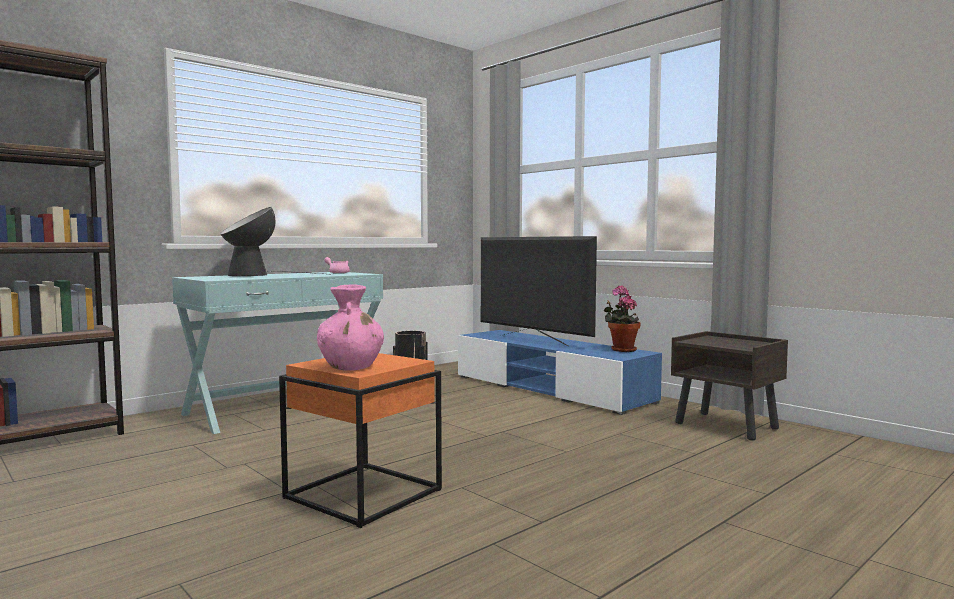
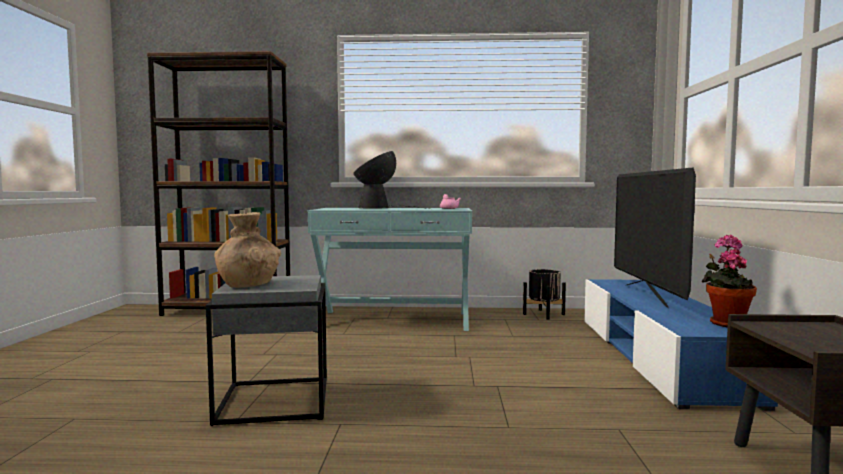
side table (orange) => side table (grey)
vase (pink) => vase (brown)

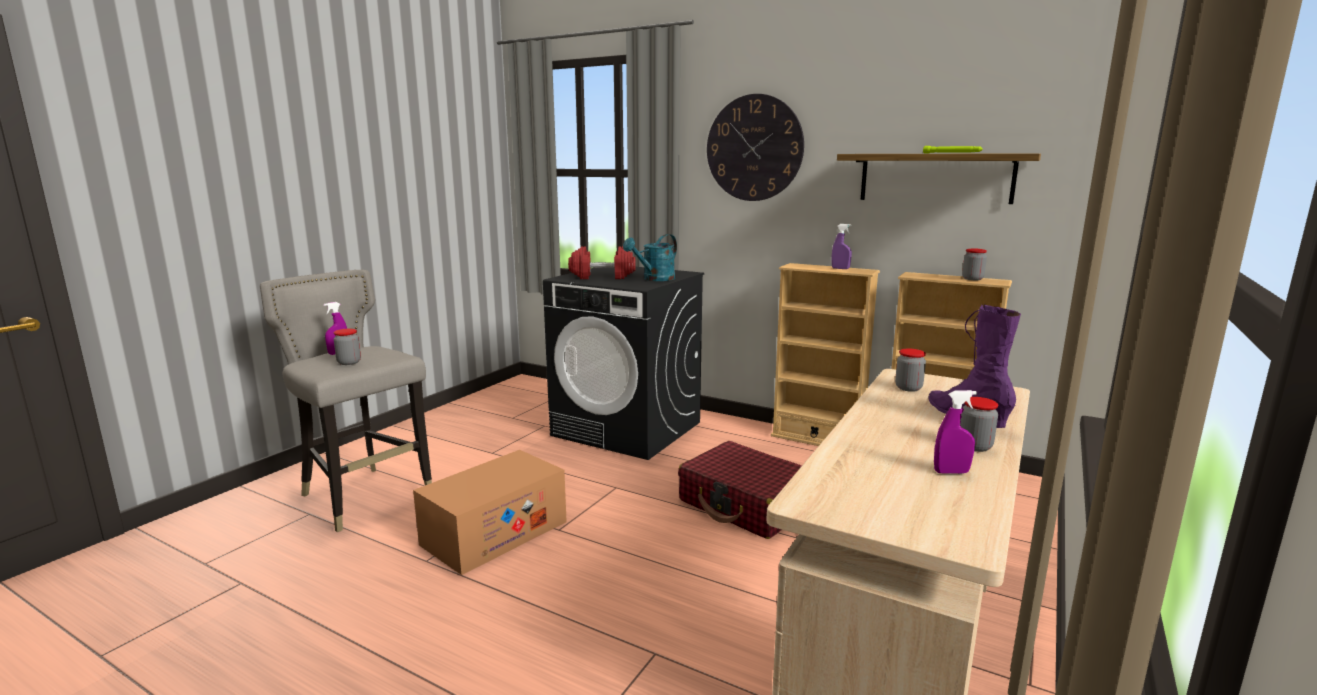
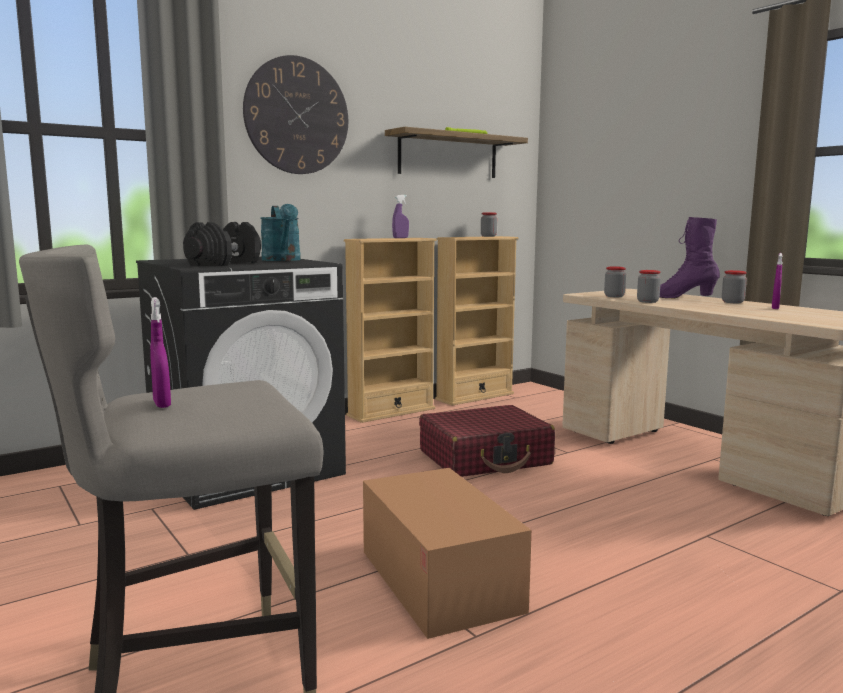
jar (1st from left in the first image) => jar (3rd from left), move
dumbbell (red) => dumbbell (black)

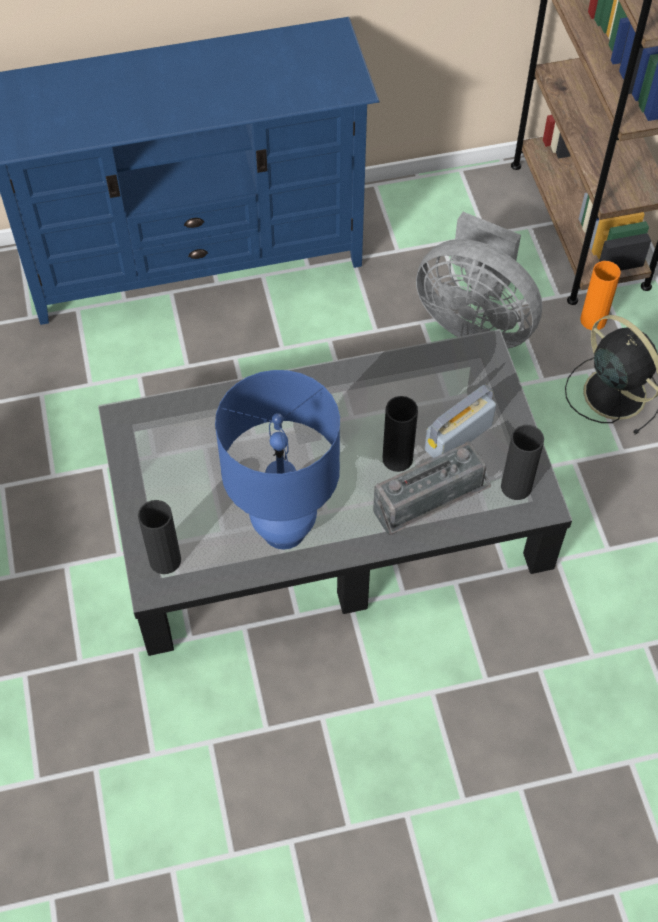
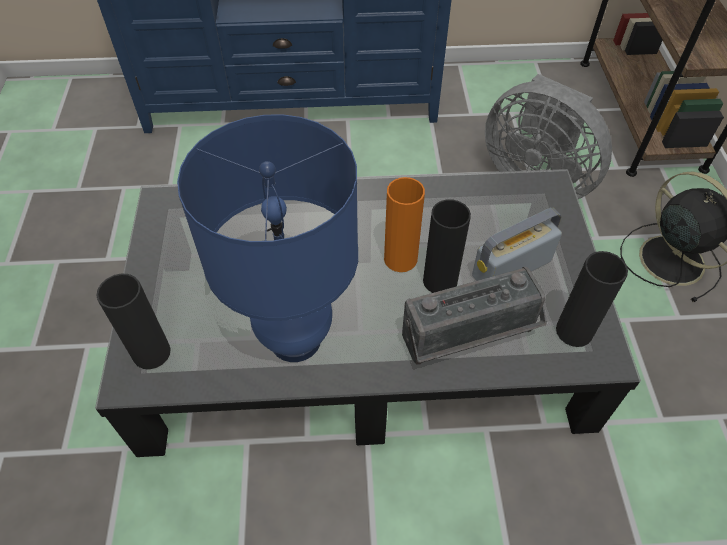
vase (orange), move

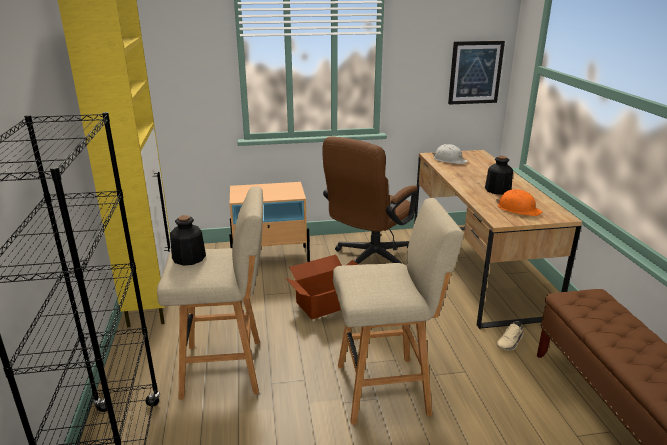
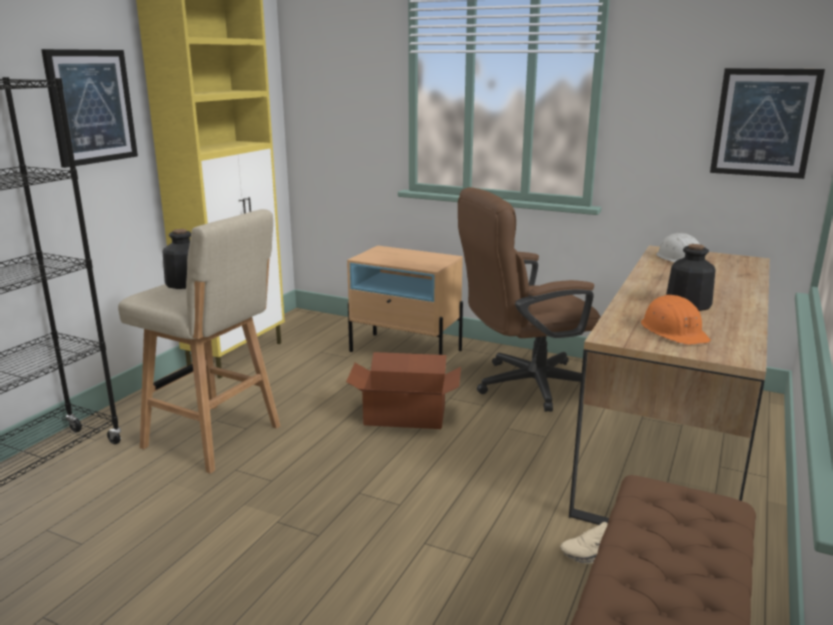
stool (beige) (2nd from left) => nothing
nothing => picture (1st from left)

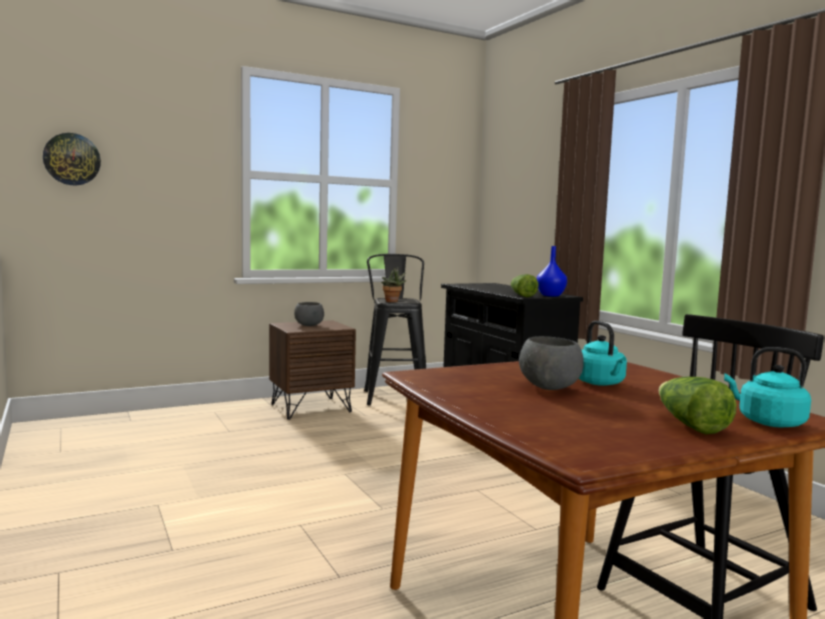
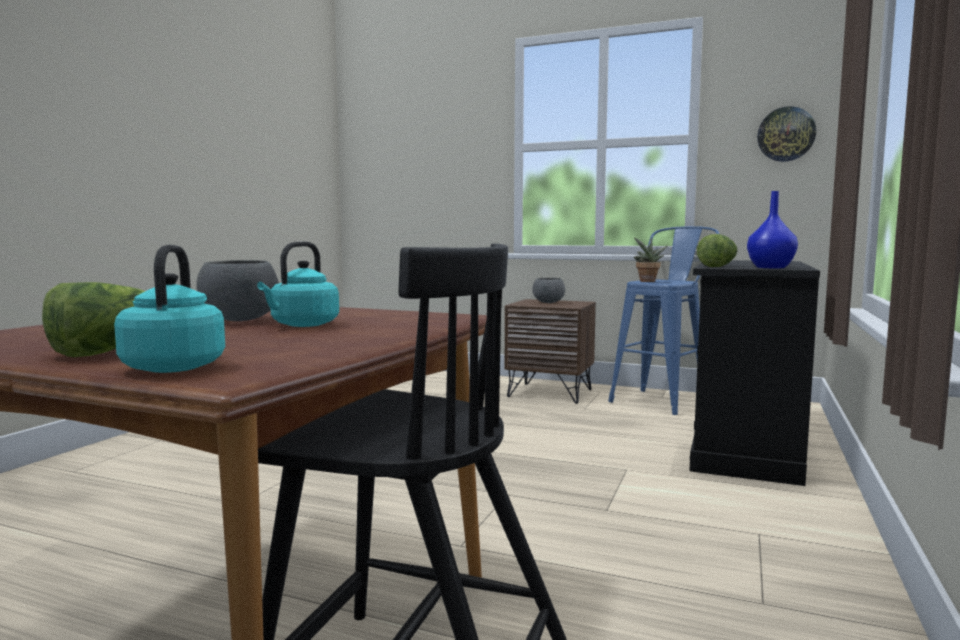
wall clock, move
stool (black) => stool (blue)

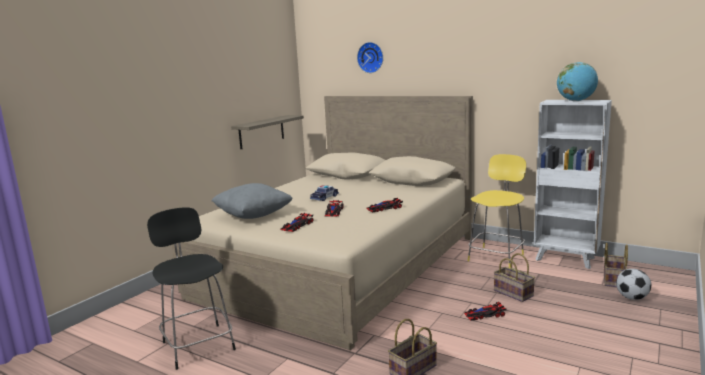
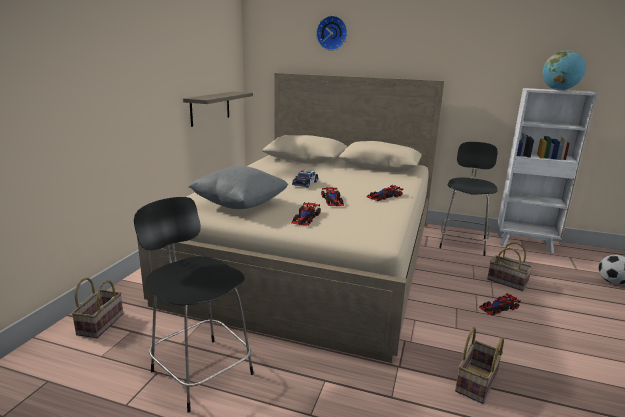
stool (yellow) => stool (black) (2nd from left)
basket (3rd from left in the first image) => basket (1st from left), move

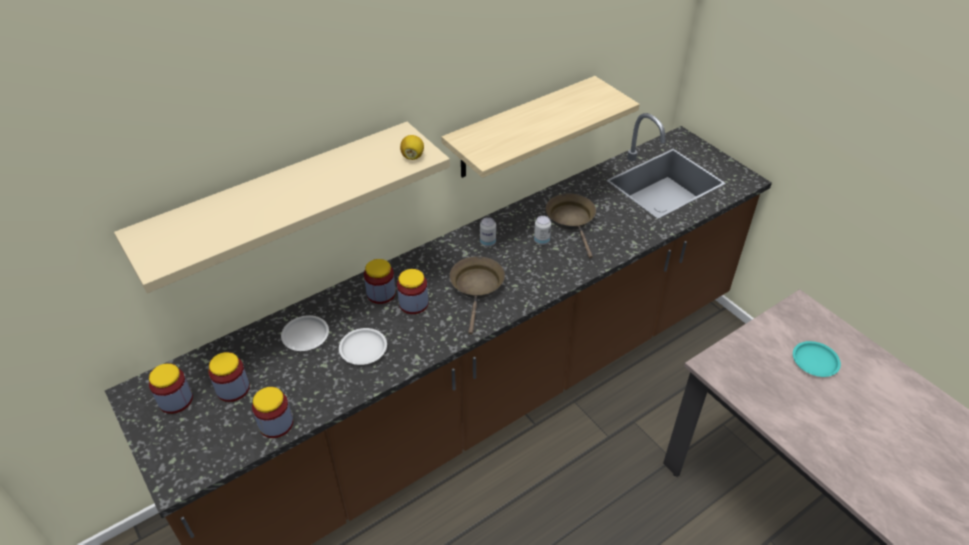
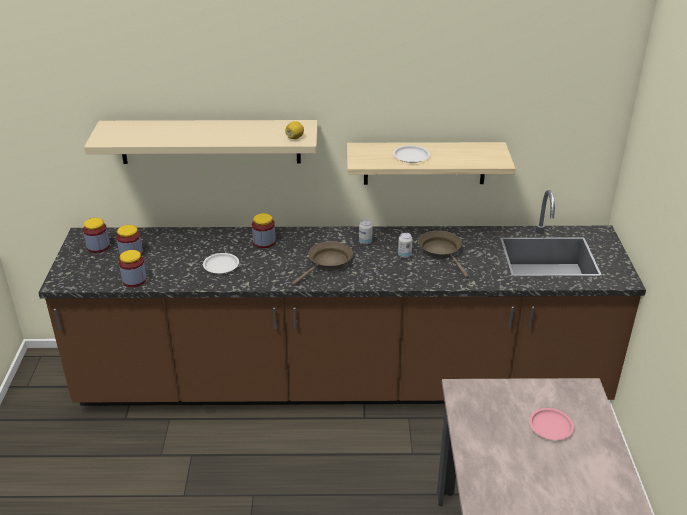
plate (white) (1st from left in the first image) => plate (white) (2nd from left), move
jar (5th from left) => nothing
frying pan (brown) (2nd from left), 45 degrees counterclockwise
plate (turquoise) => plate (pink)

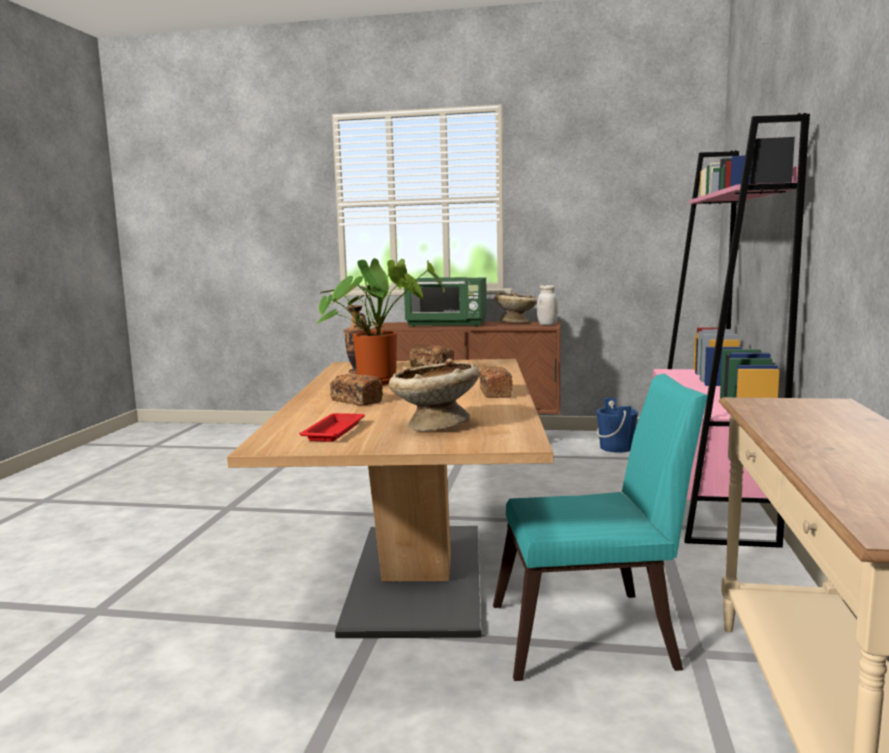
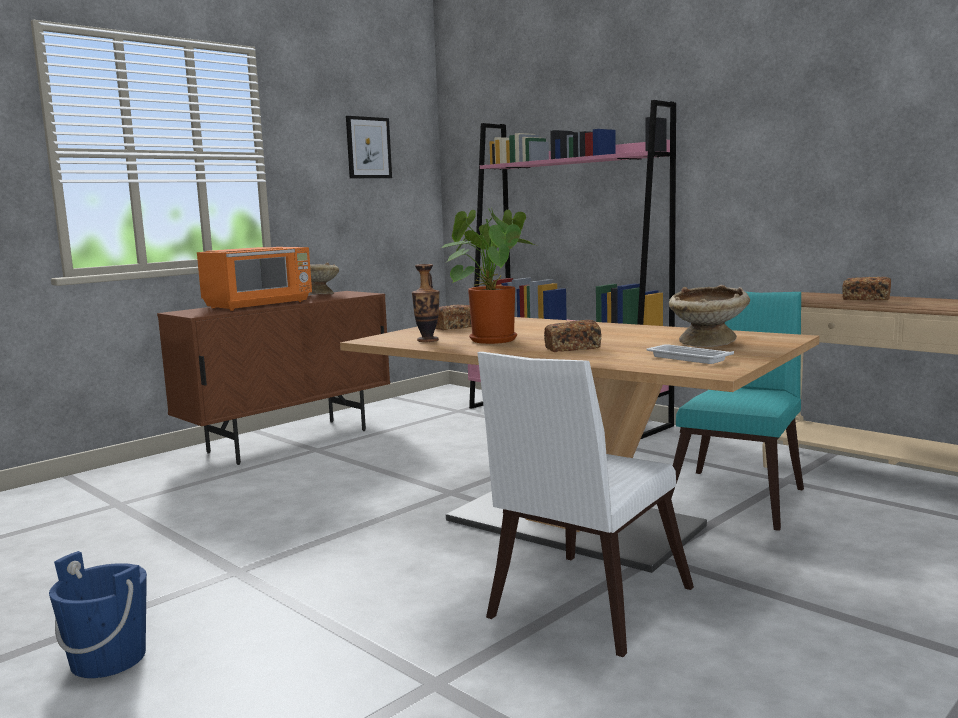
tray (red) => tray (white)
microwave (green) => microwave (orange)
bread (3rd from left), move
jar (white) => nothing
bucket (blue), move
nothing => picture
nothing => chair (white)

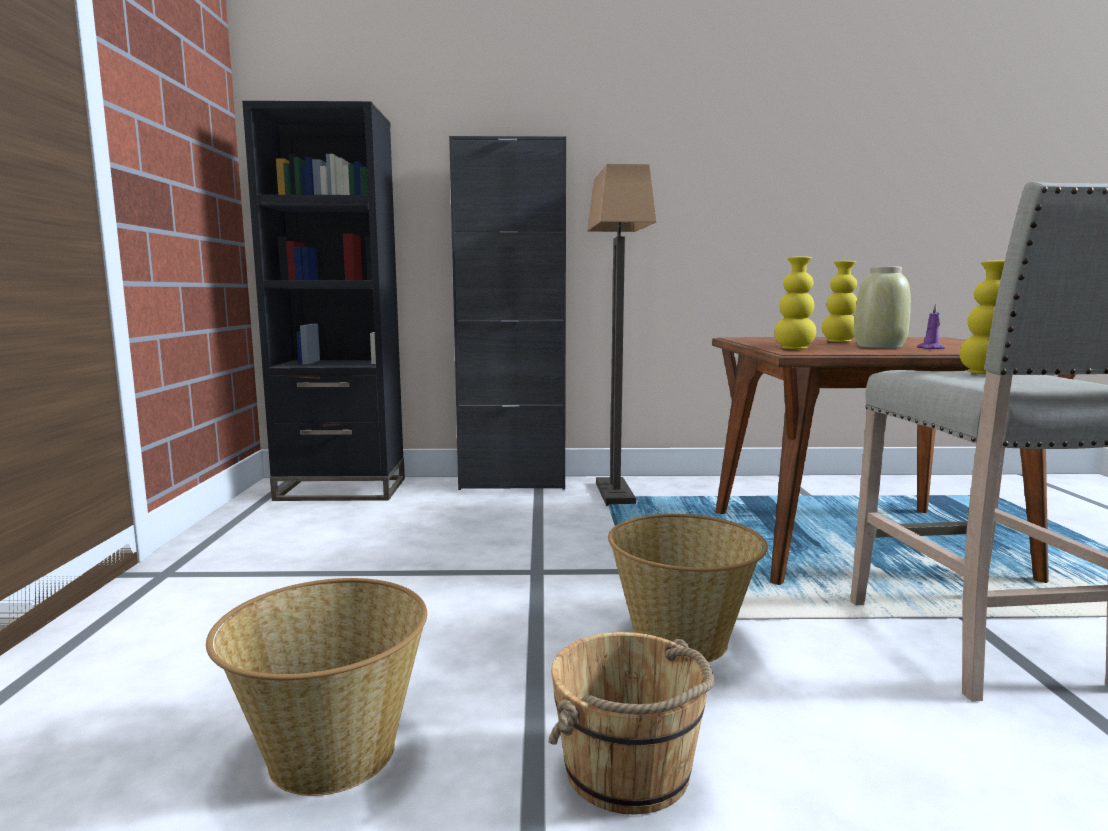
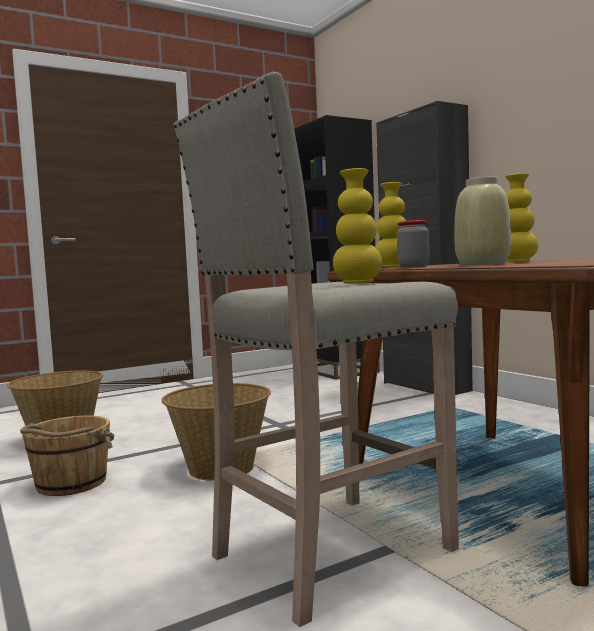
floor lamp => nothing
candle (purple) => nothing
nothing => jar

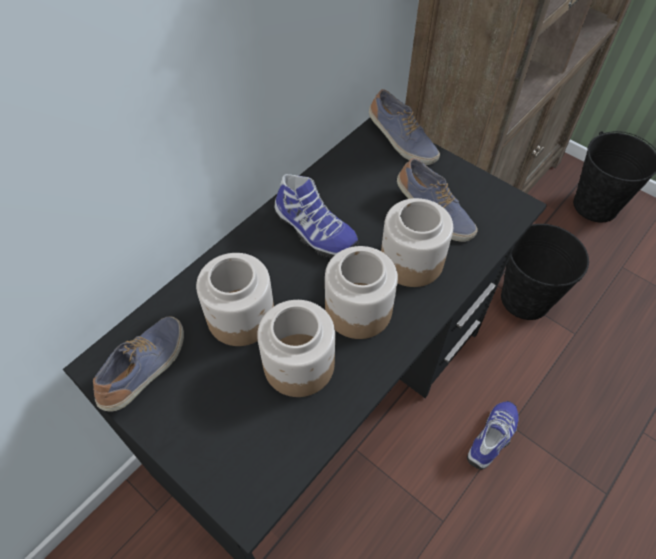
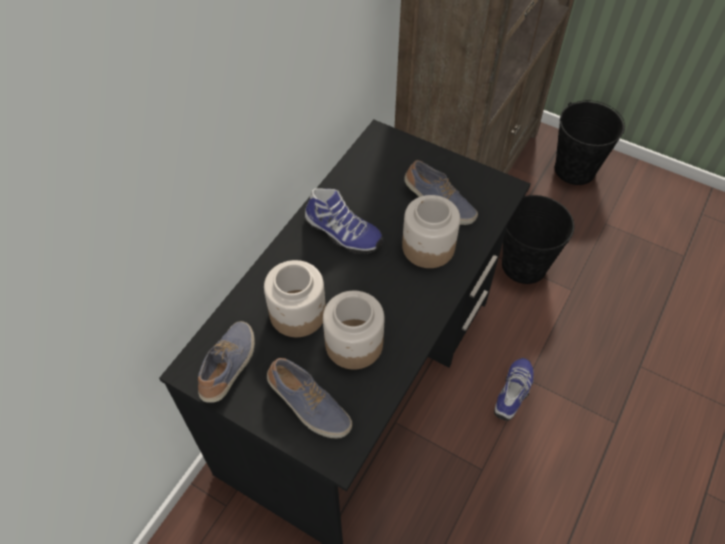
jar (3rd from left) => nothing
shoe (3rd from left in the first image) => shoe (2nd from left), move

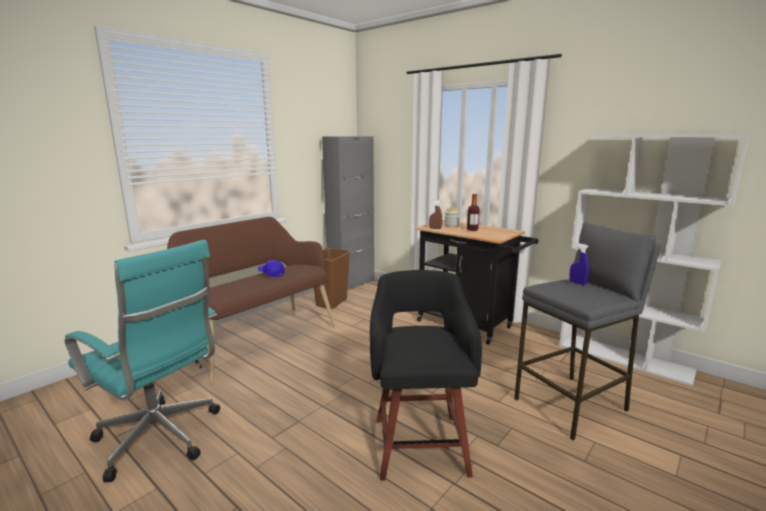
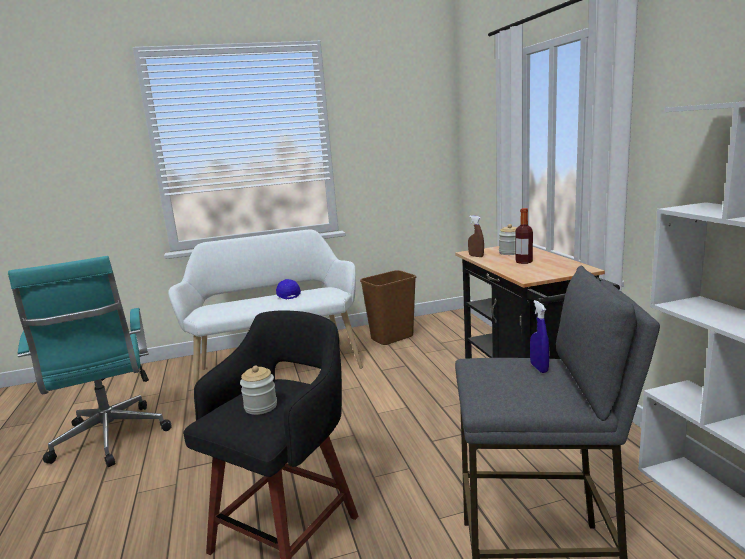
bench (brown) => bench (white)
cabinet (grey) => nothing
nothing => jar (1st from left)

